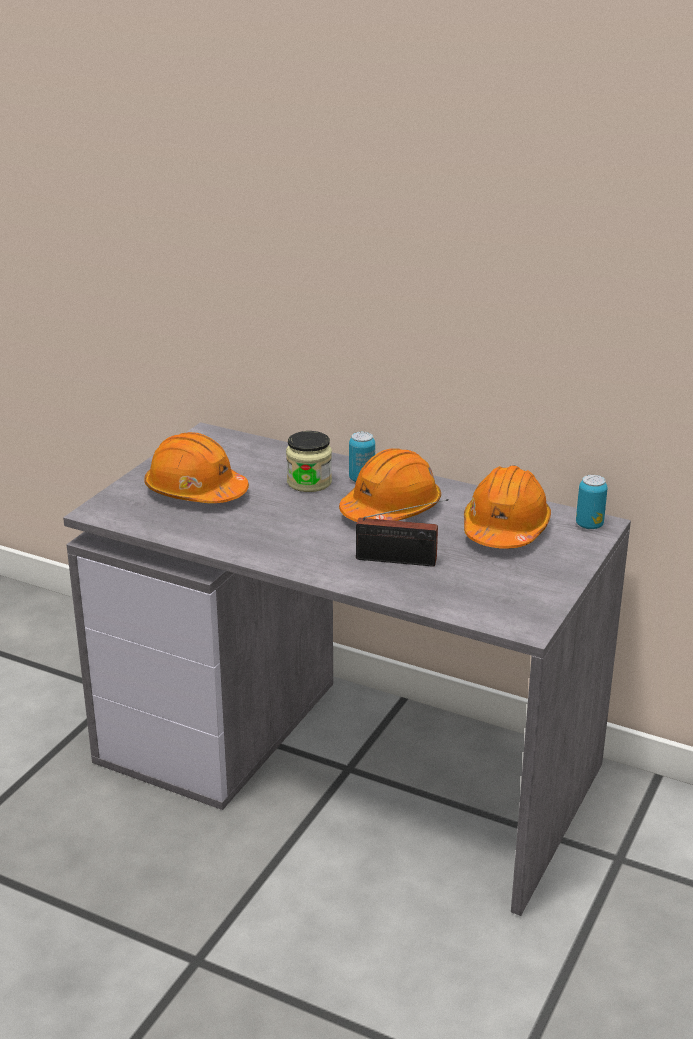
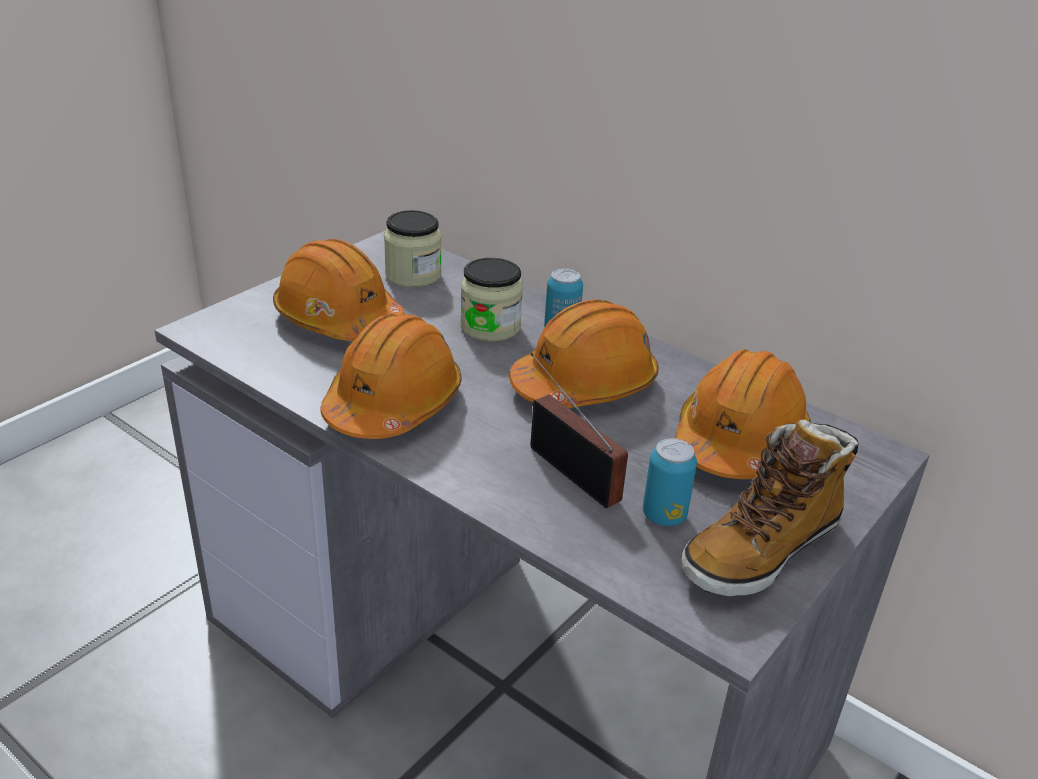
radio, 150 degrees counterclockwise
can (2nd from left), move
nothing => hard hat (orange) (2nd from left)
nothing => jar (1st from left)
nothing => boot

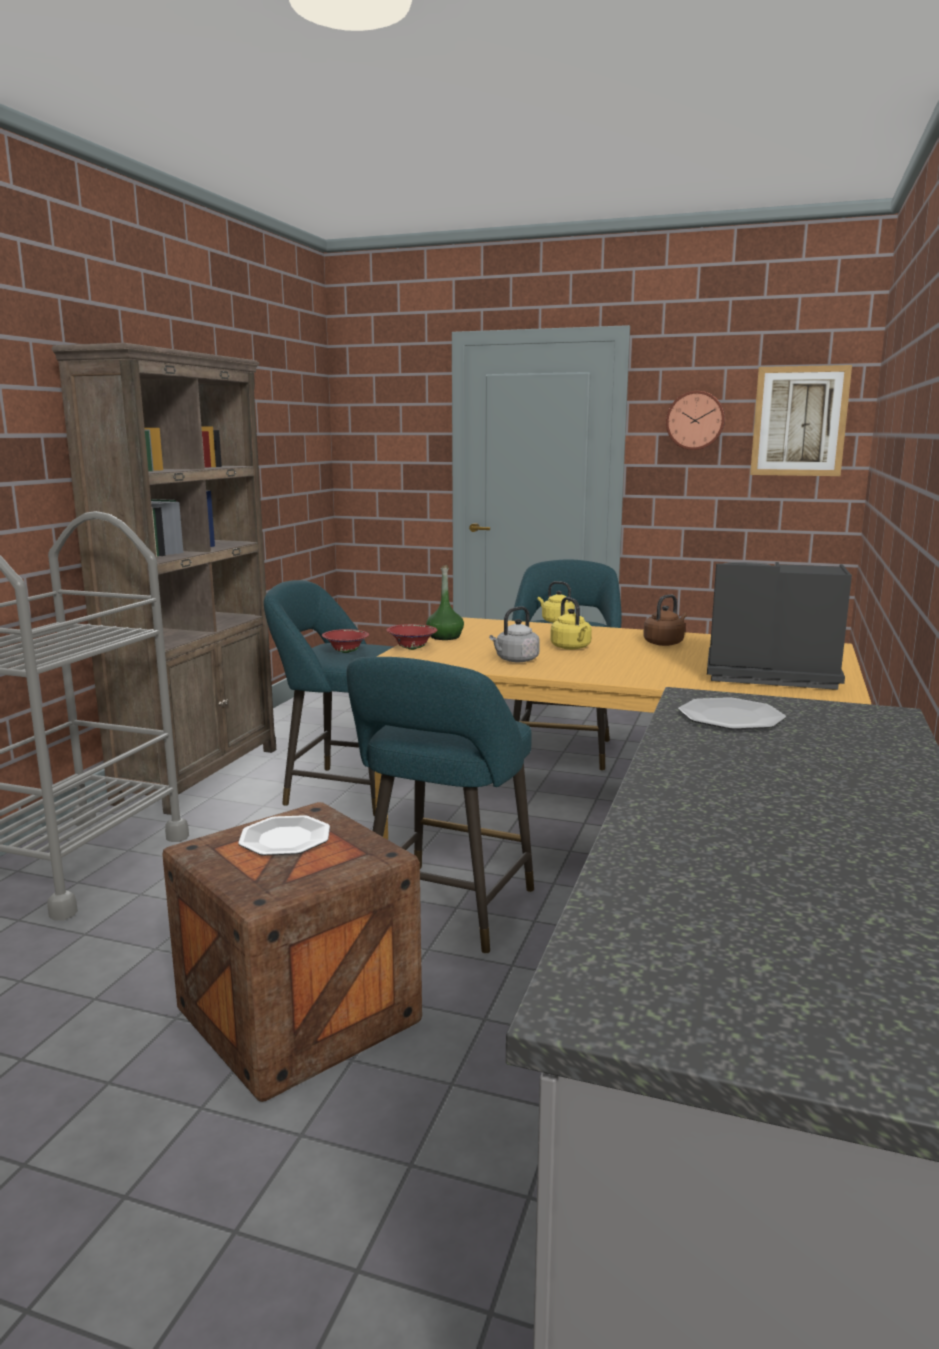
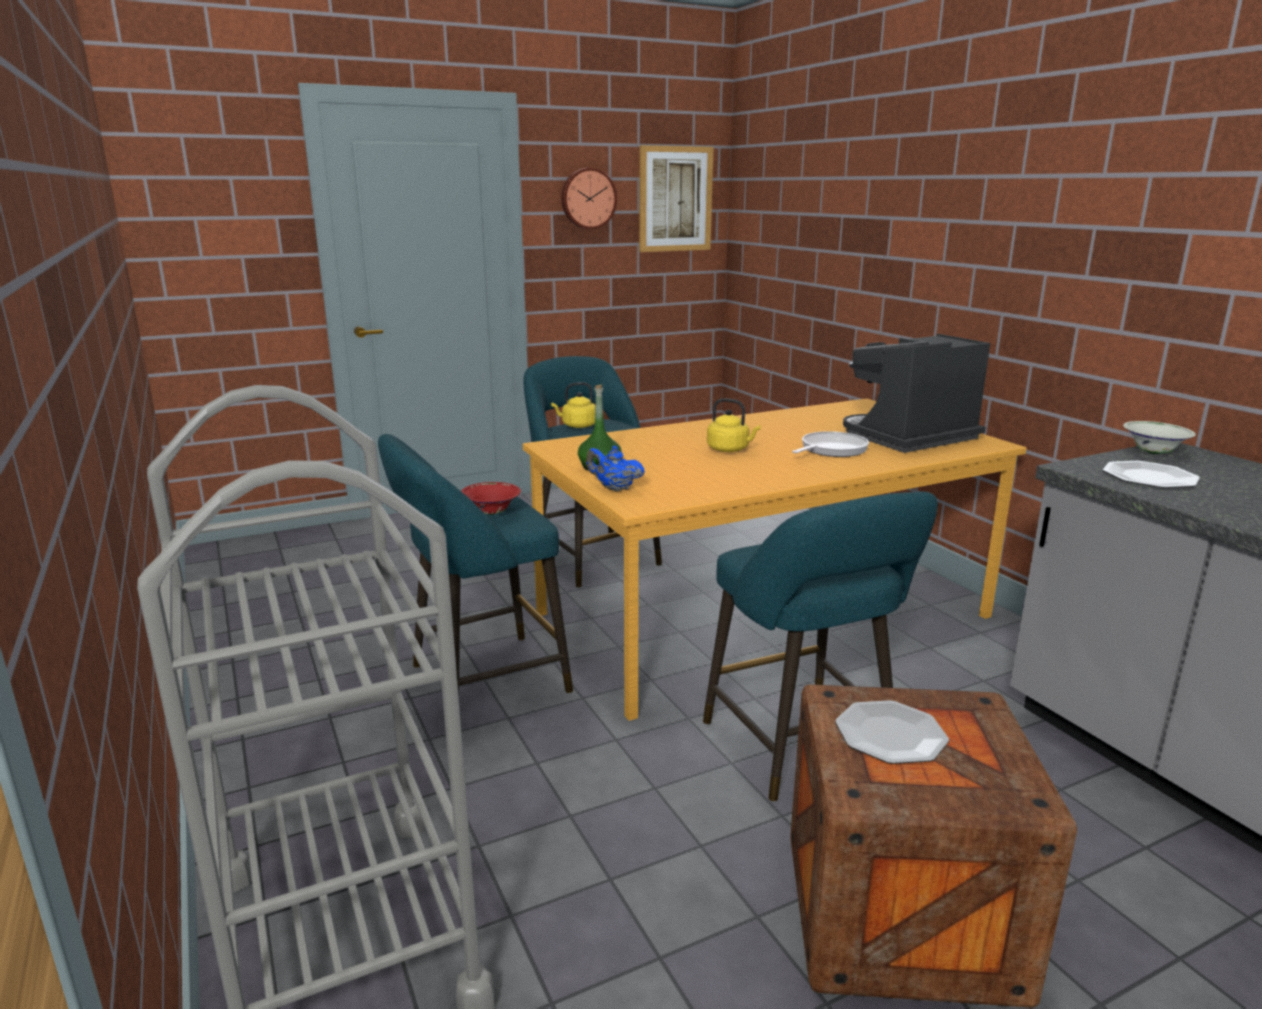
bookcase (brown) => nothing
bowl (red) (2nd from left) => teapot (blue)
kettle (grey) => nothing
kettle (brown) => nothing
nothing => frying pan
nothing => bowl (white)

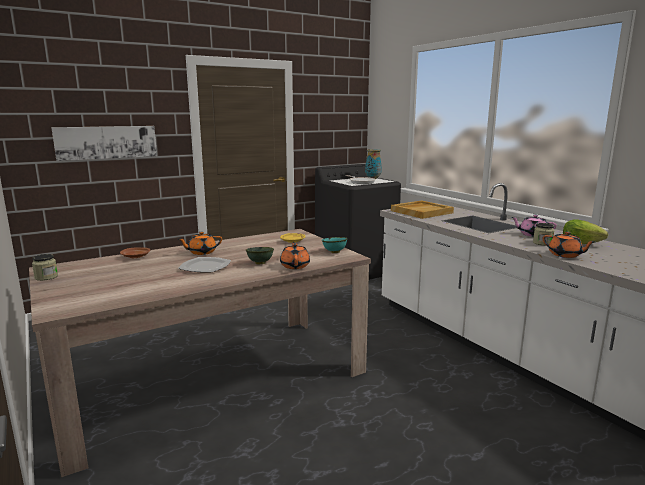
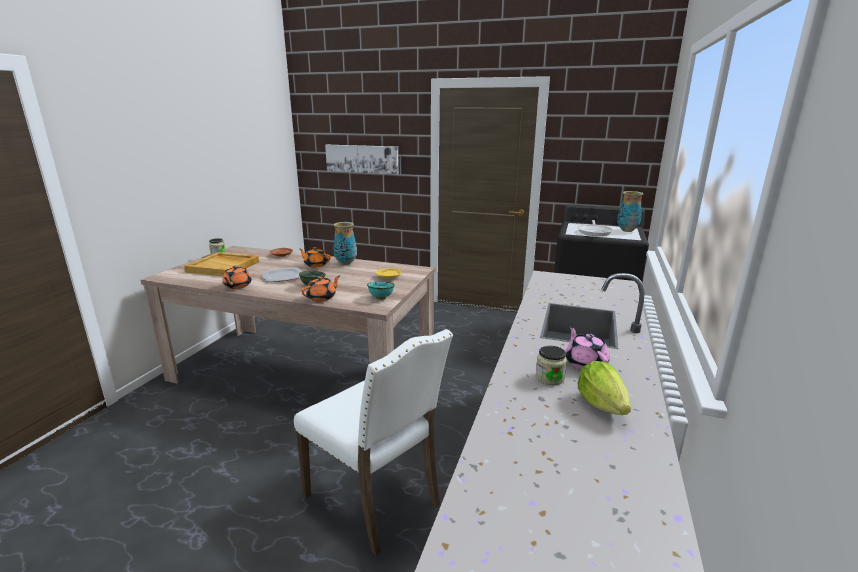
tray (beige), move
teapot (orange) (3rd from left in the first image) => teapot (orange) (1st from left), move
nothing => chair (white)
nothing => vase (1st from left)

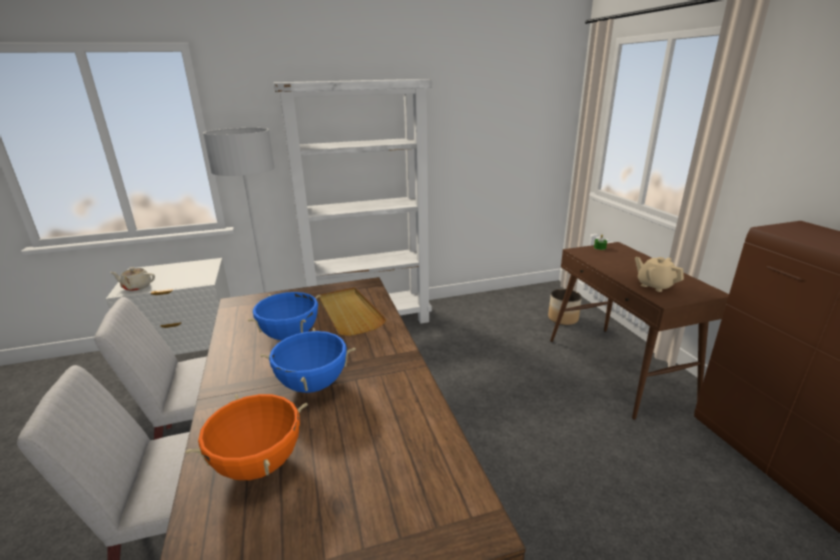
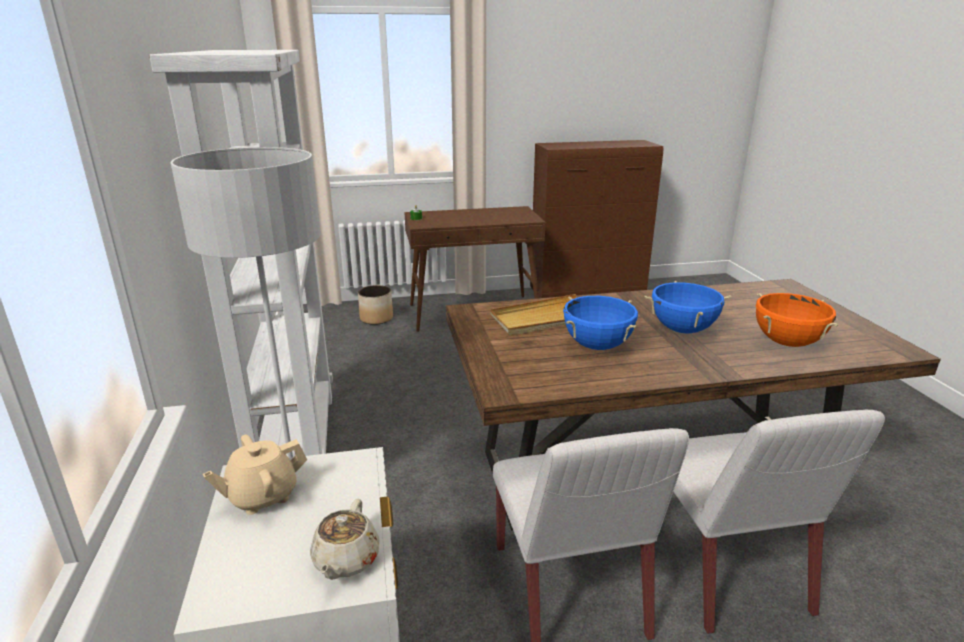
teapot (beige) (2nd from left in the first image) => teapot (beige) (1st from left), move

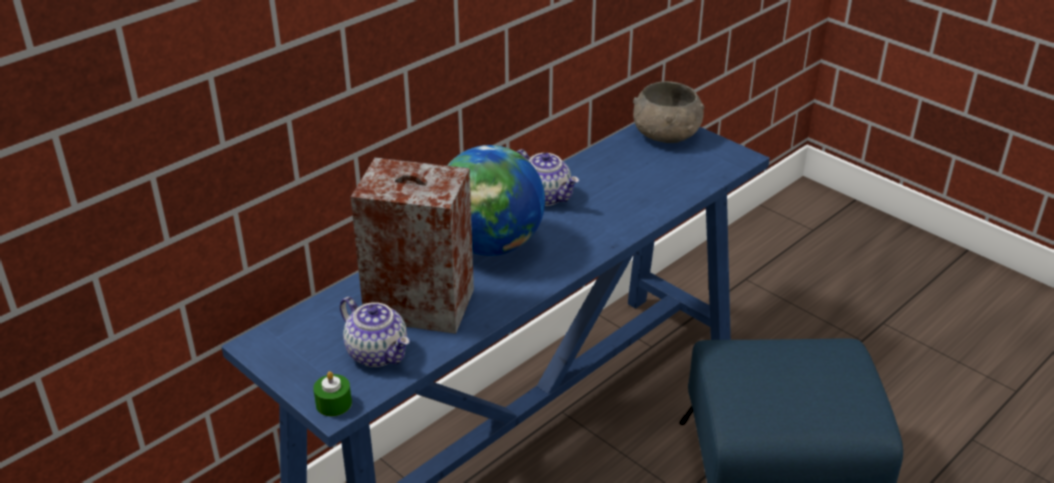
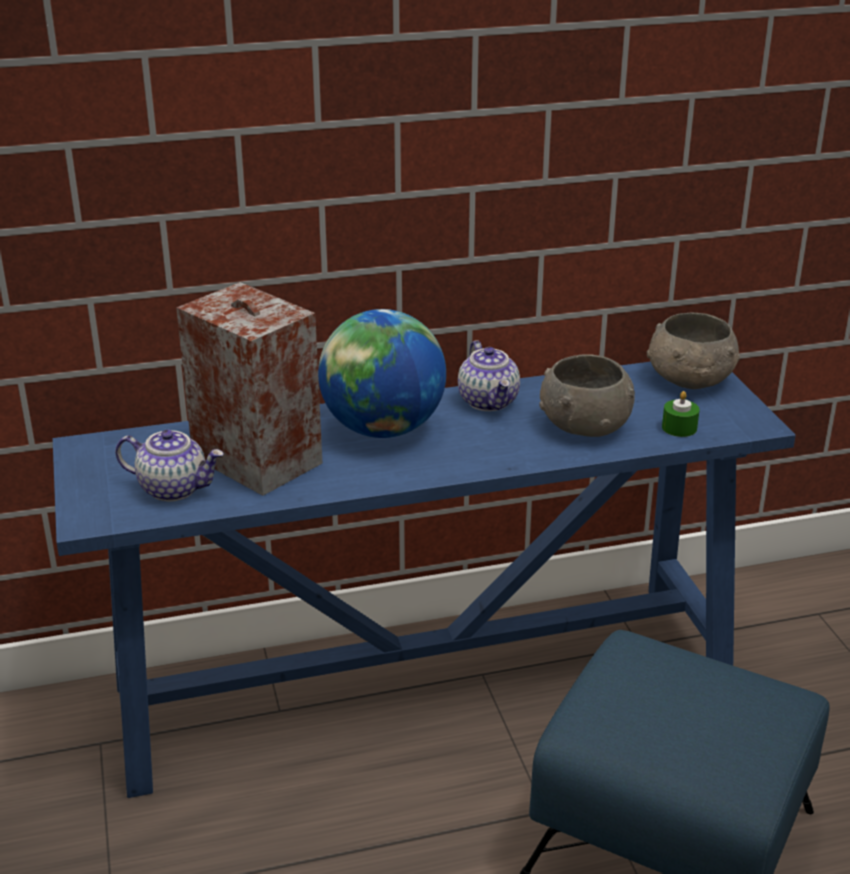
candle (green), move
teapot (1st from left), 60 degrees counterclockwise
nothing => bowl (grey) (1st from left)

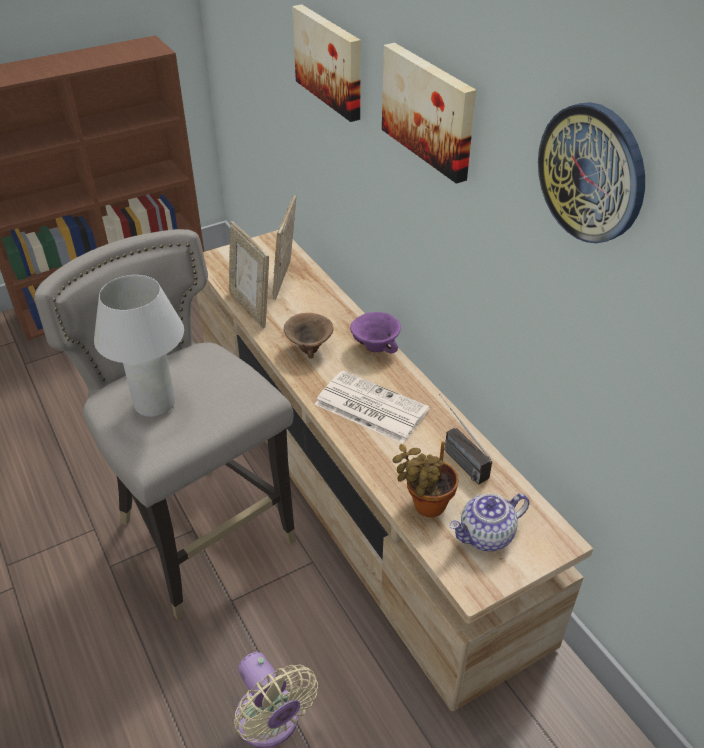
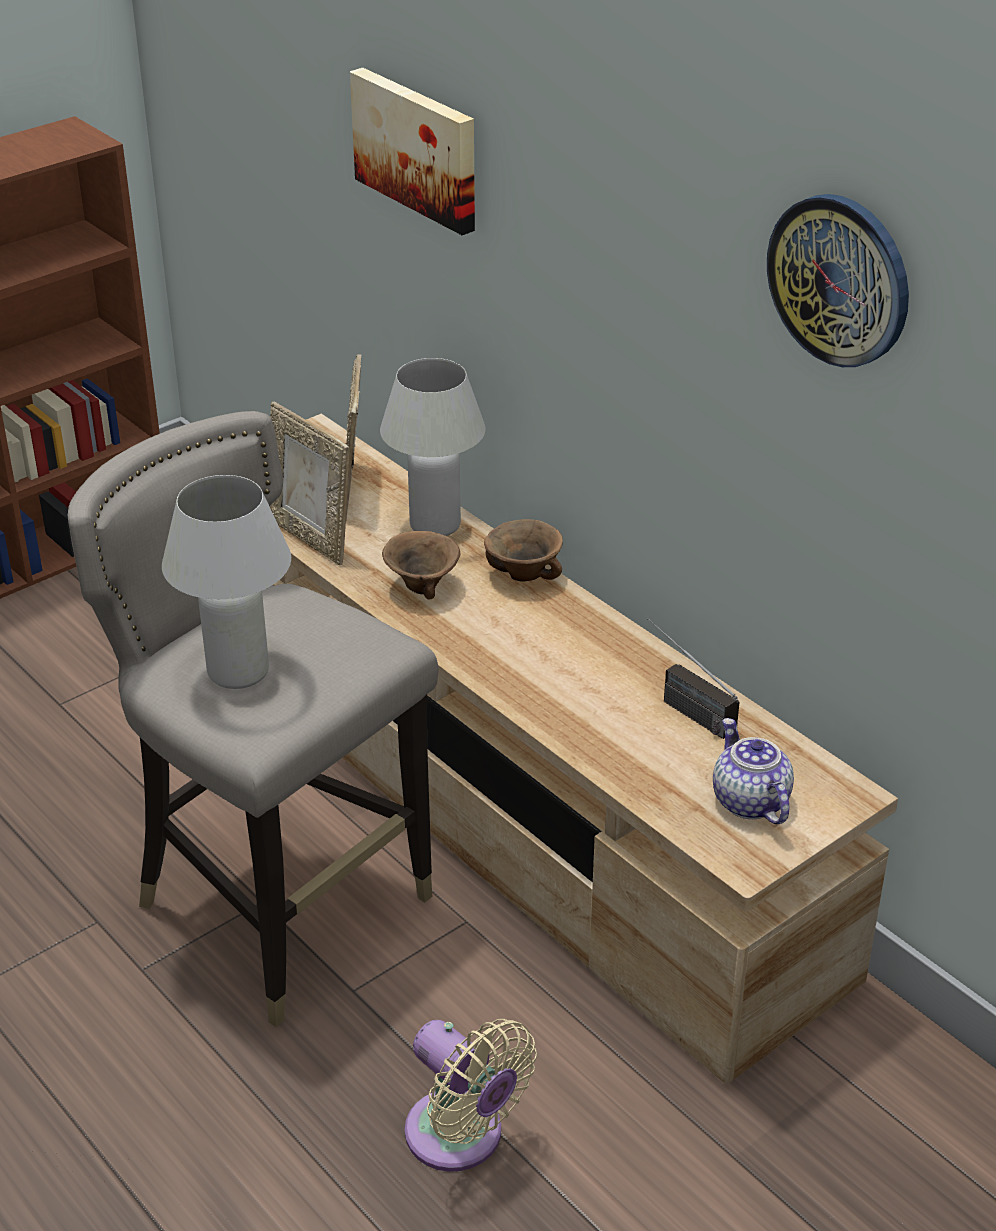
newspaper => nothing
bowl (purple) => bowl (brown) (2nd from left)
picture (2nd from left) => nothing
potted plant => nothing
teapot, 105 degrees clockwise
nothing => table lamp (white) (2nd from left)

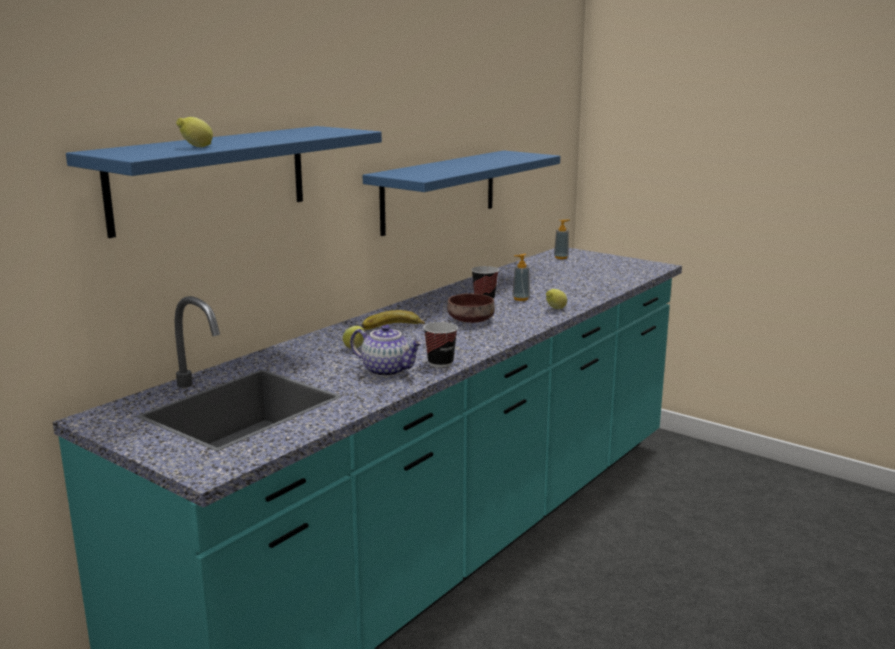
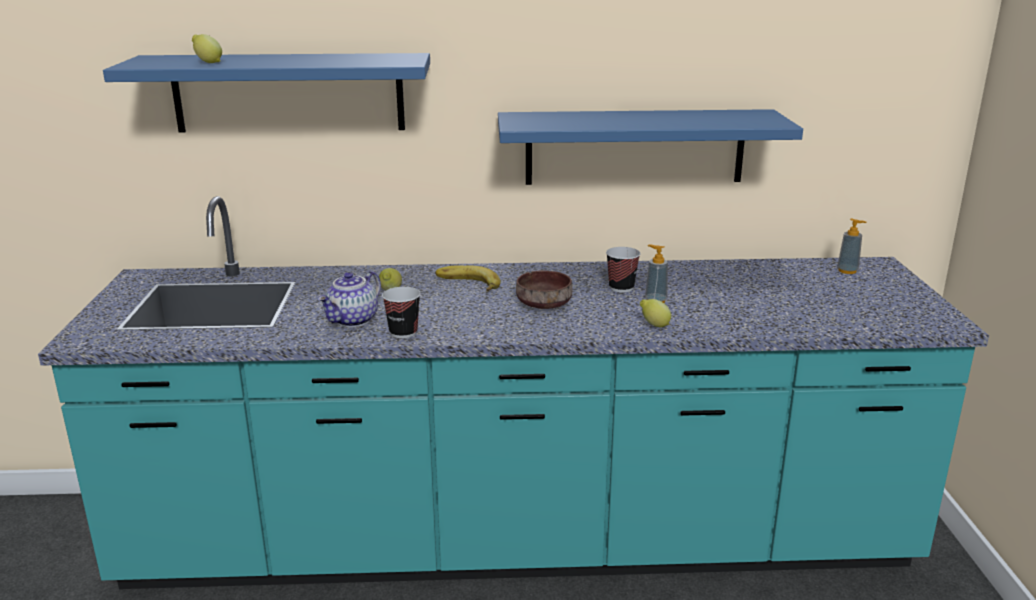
teapot, 45 degrees clockwise

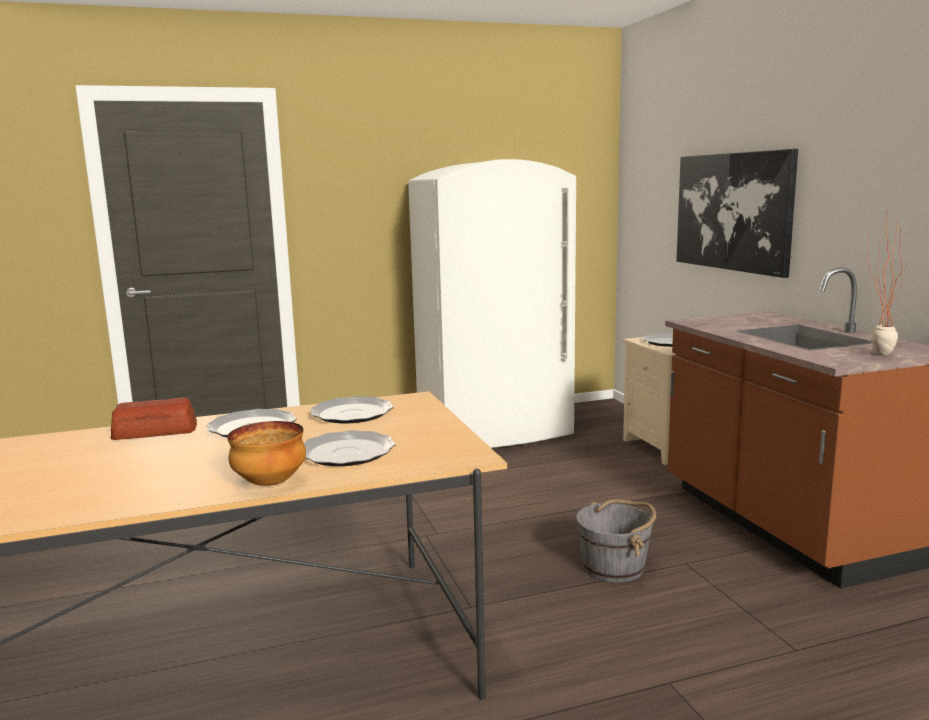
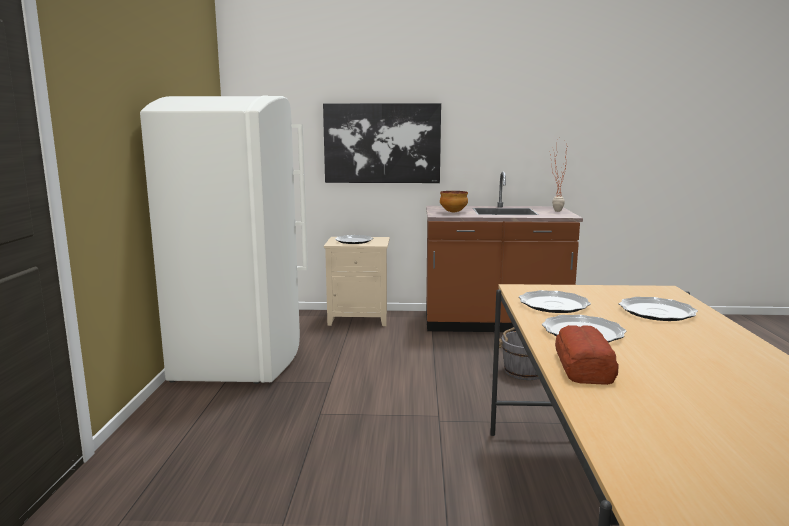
bowl, move

